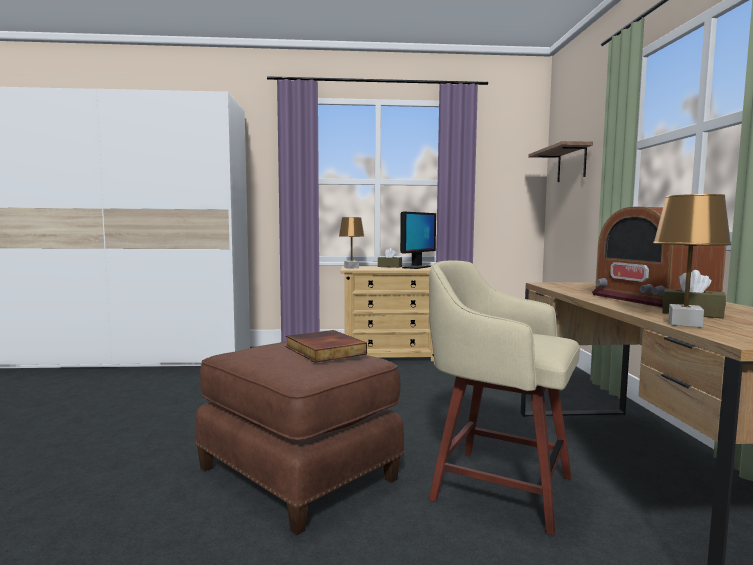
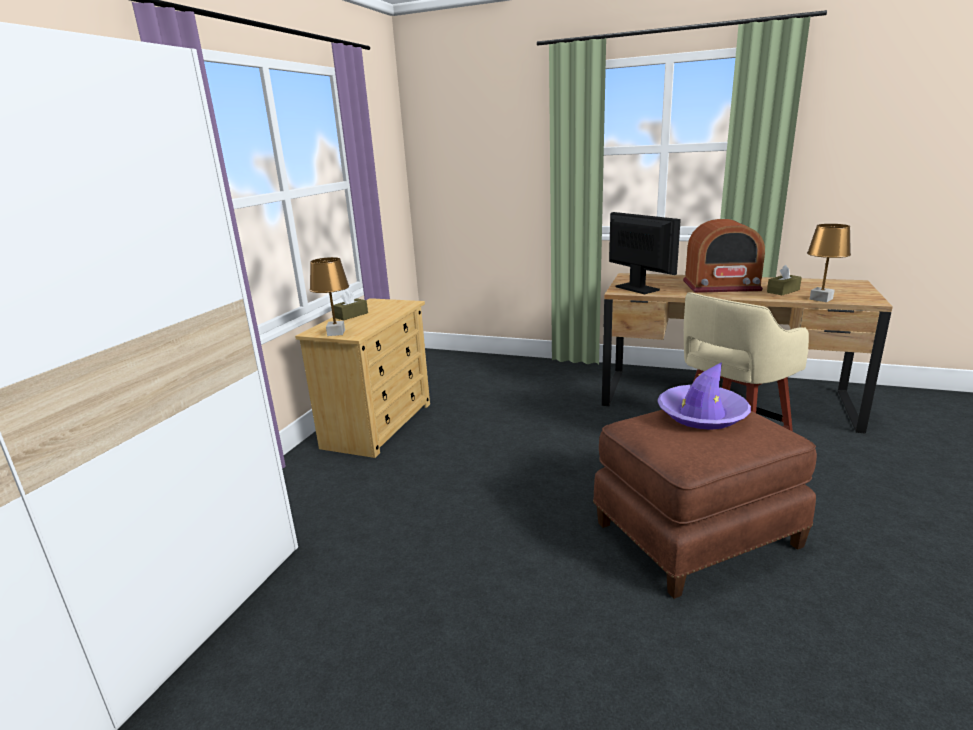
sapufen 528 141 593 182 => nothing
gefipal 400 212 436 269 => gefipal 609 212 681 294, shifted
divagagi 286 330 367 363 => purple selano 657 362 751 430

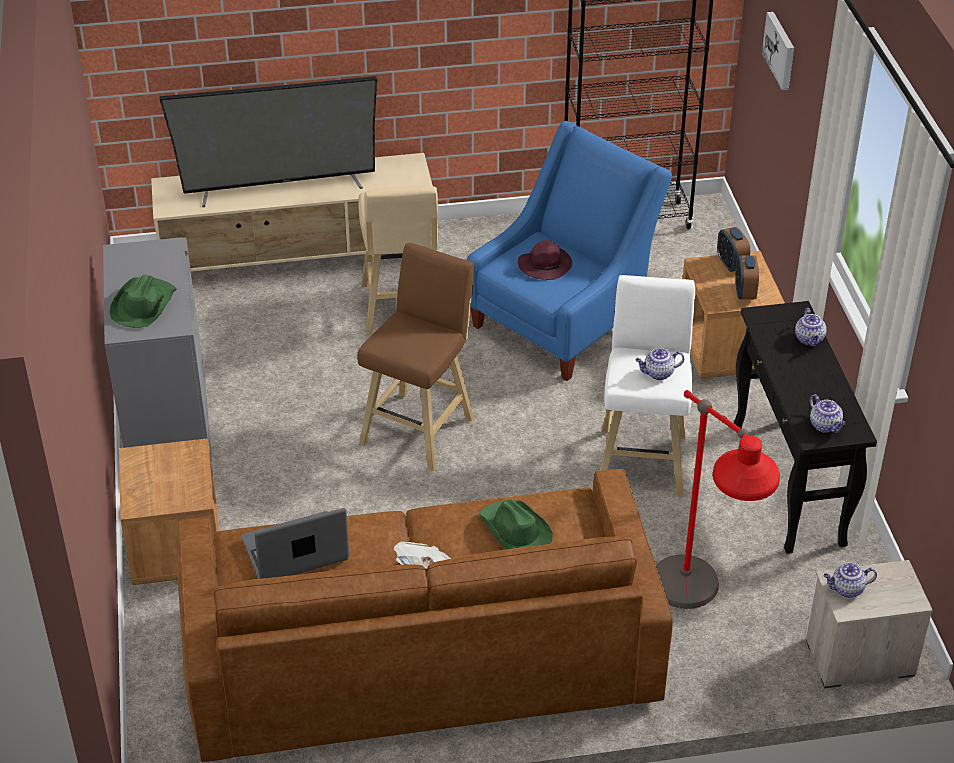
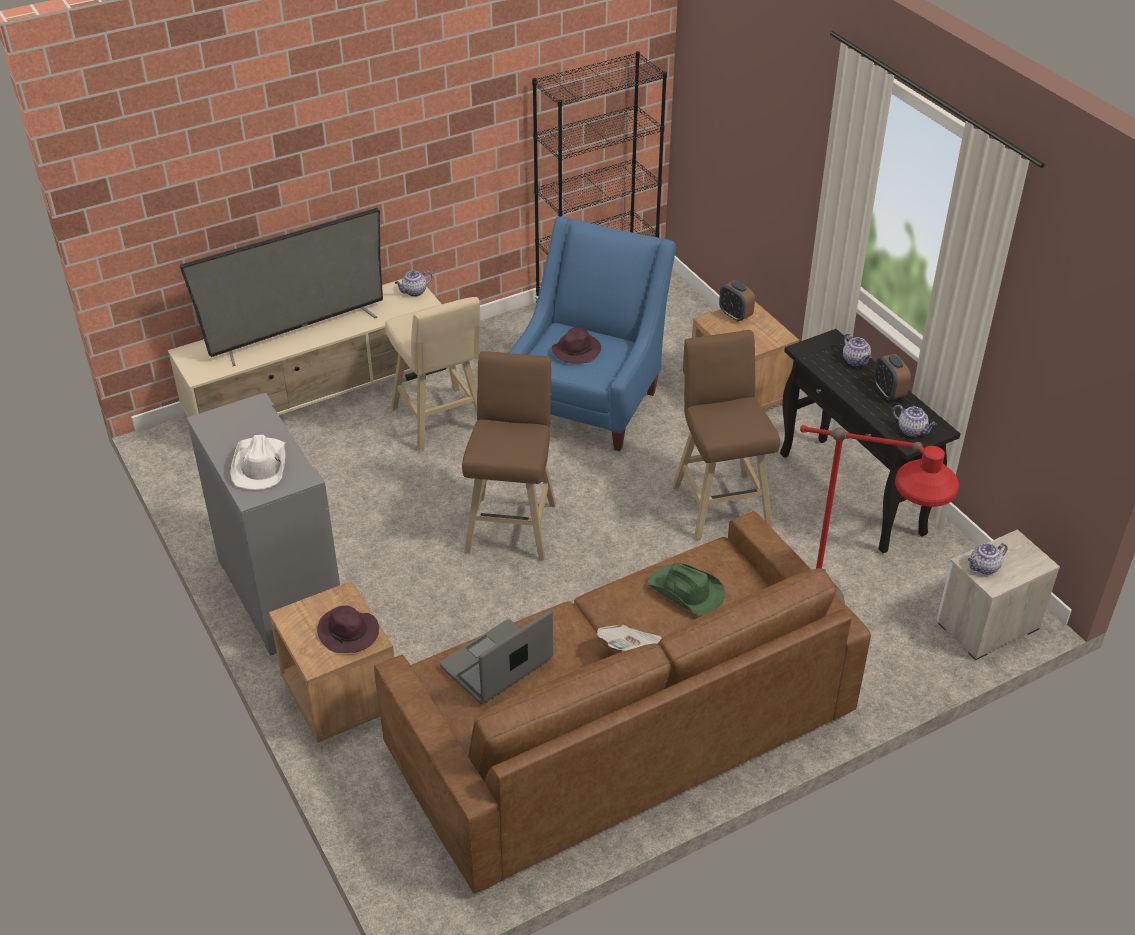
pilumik 762 12 794 90 => nothing
nothing => purple selano 317 605 379 653
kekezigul 636 348 684 380 => kekezigul 395 270 432 297, shifted
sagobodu 735 255 759 300 => sagobodu 874 354 911 400, shifted
green selano 109 275 177 328 => white selano 230 435 286 490
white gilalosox 600 275 695 497 => brown gilalosox 672 330 780 540

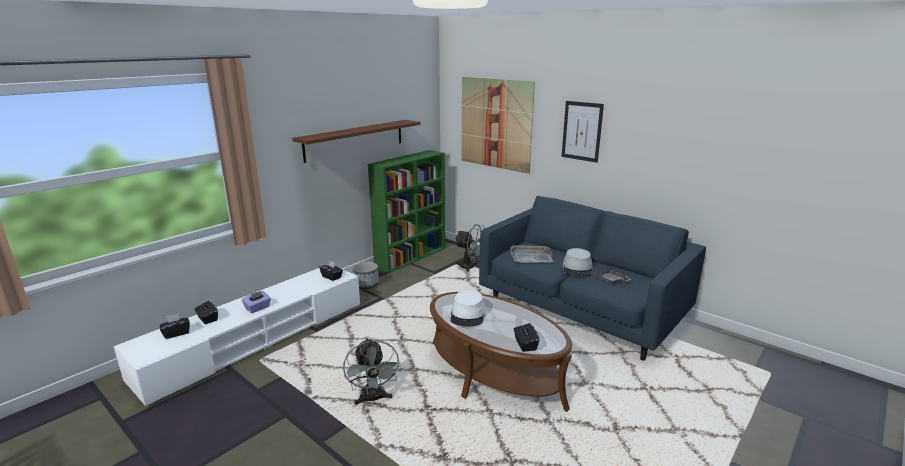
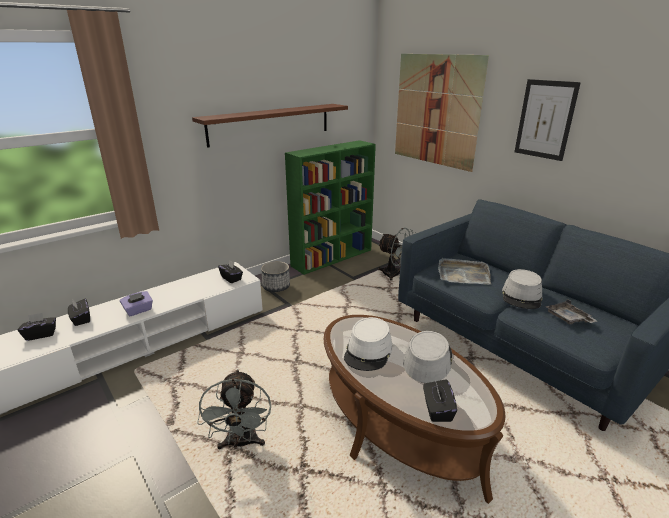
nothing => grey selano 403 331 452 383

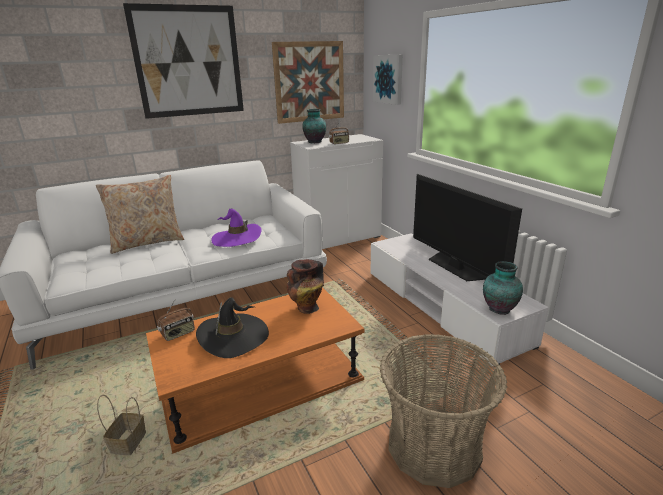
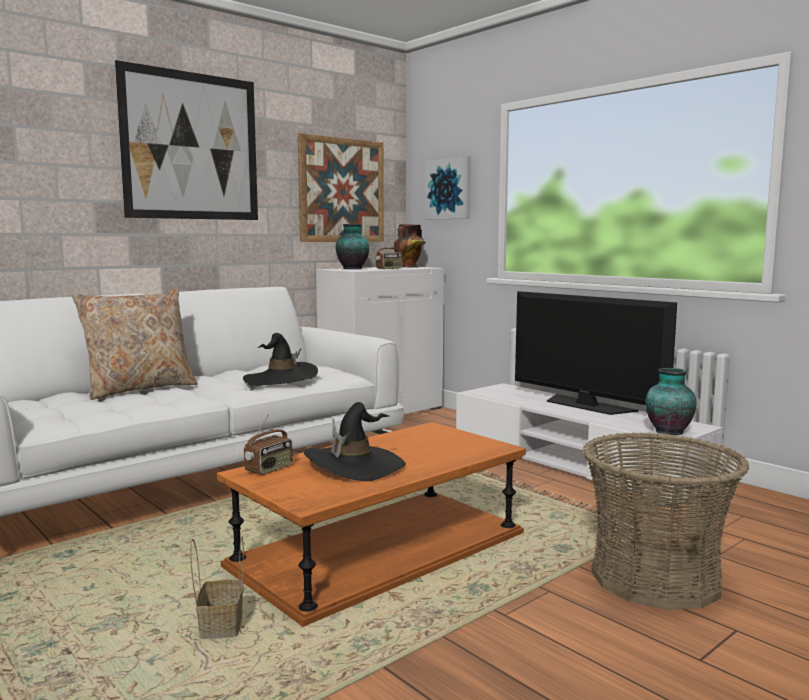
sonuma 287 259 324 314 => sonuma 394 224 426 268, shifted
purple selano 211 209 261 247 => black selano 243 333 318 386

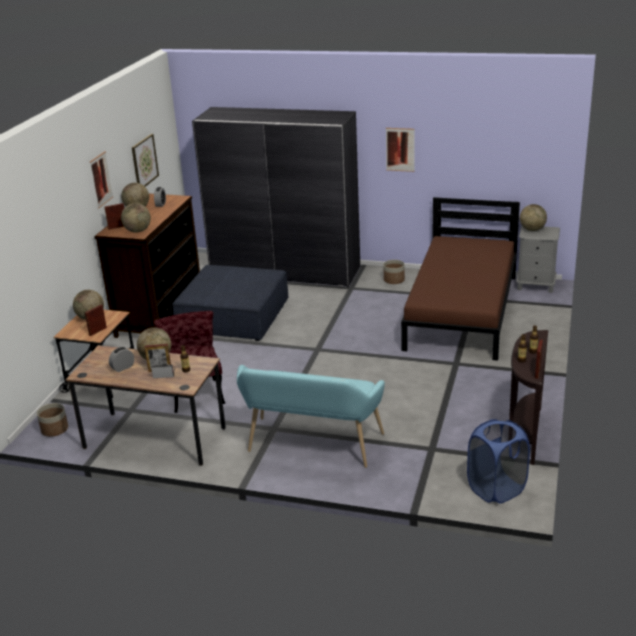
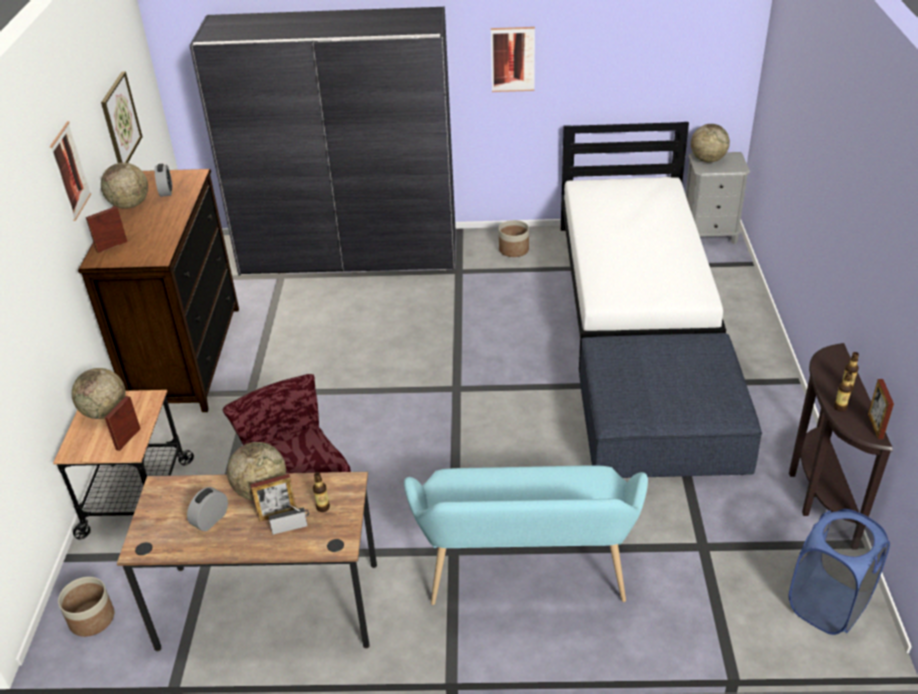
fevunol 121 203 151 233 => nothing
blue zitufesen 172 265 288 341 => blue zitufesen 579 333 762 478, shifted
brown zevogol 401 197 520 361 => white zevogol 561 122 726 371

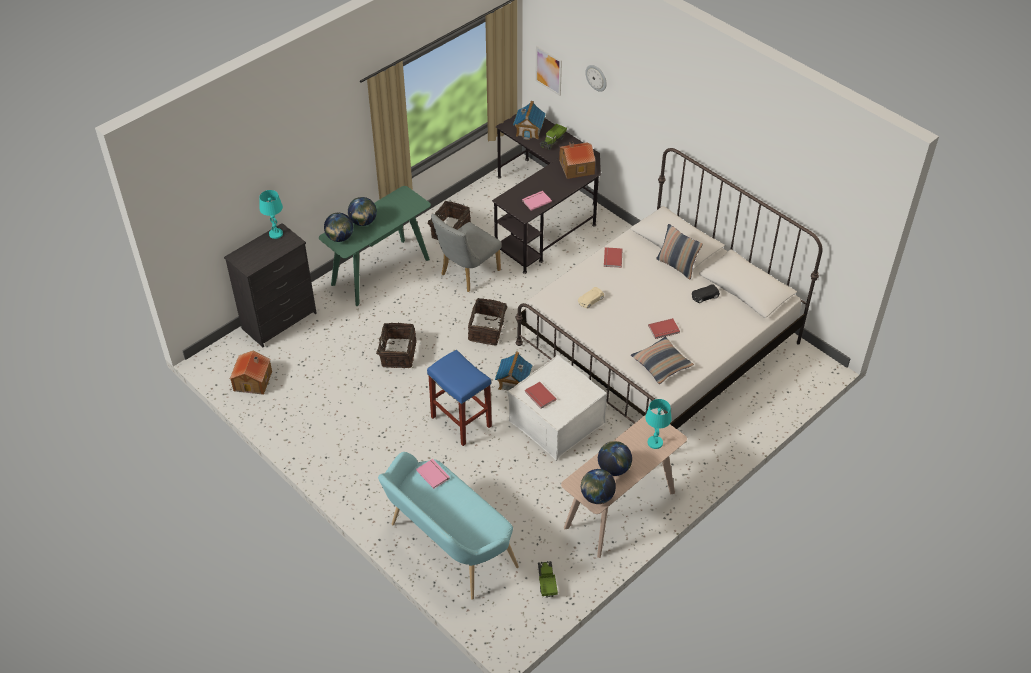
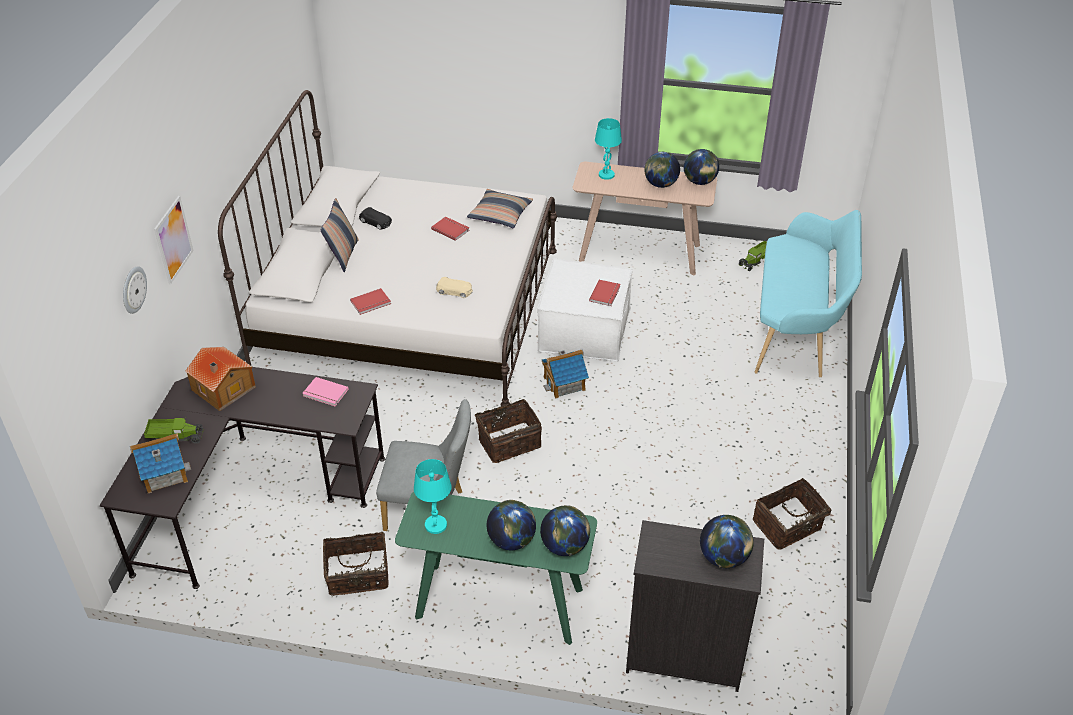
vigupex 230 351 272 395 => nothing
pink divagagi 416 459 450 489 => nothing
blue gilalosox 427 350 492 446 => nothing
nothing => fevunol 700 515 754 569
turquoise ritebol 260 190 283 239 => turquoise ritebol 414 459 452 534, shifted
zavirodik 376 323 417 368 => zavirodik 753 478 831 550, shifted
pilumik 535 46 562 96 => pilumik 154 196 194 285, shifted

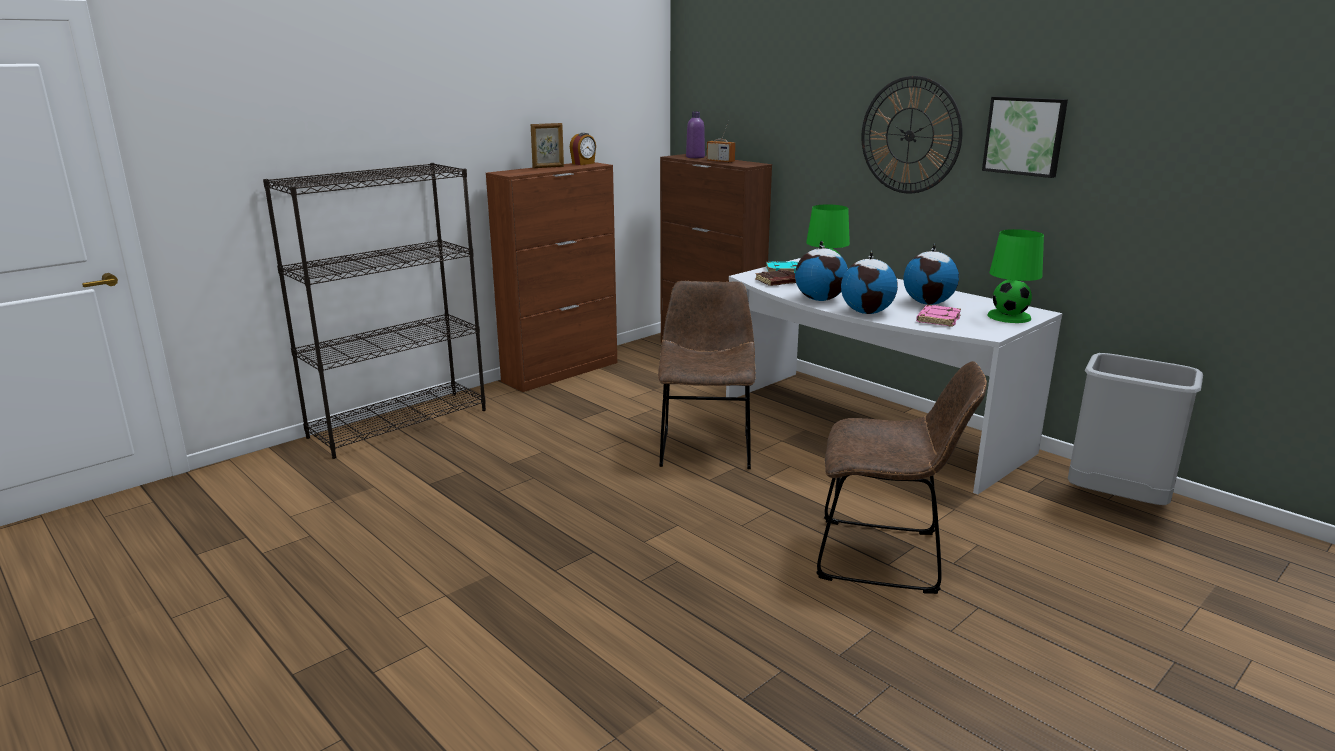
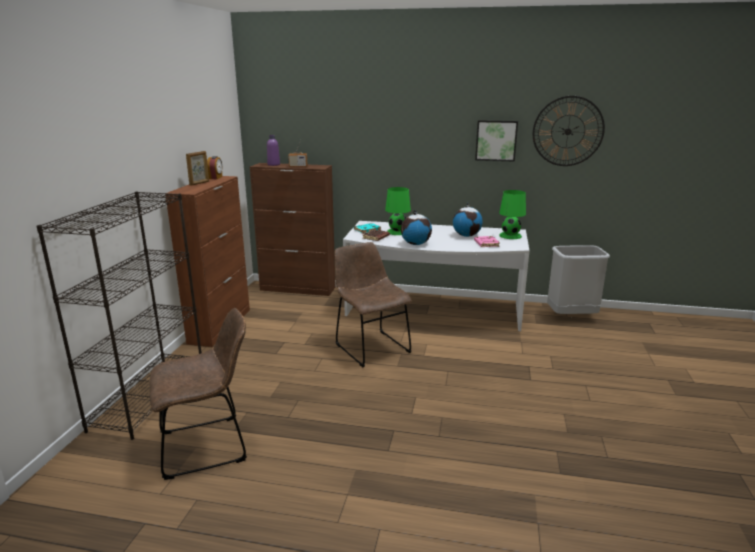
fevunol 841 251 898 314 => nothing
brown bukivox 817 361 987 594 => brown bukivox 149 308 247 480, shifted
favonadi 861 76 963 194 => favonadi 533 96 605 166, shifted

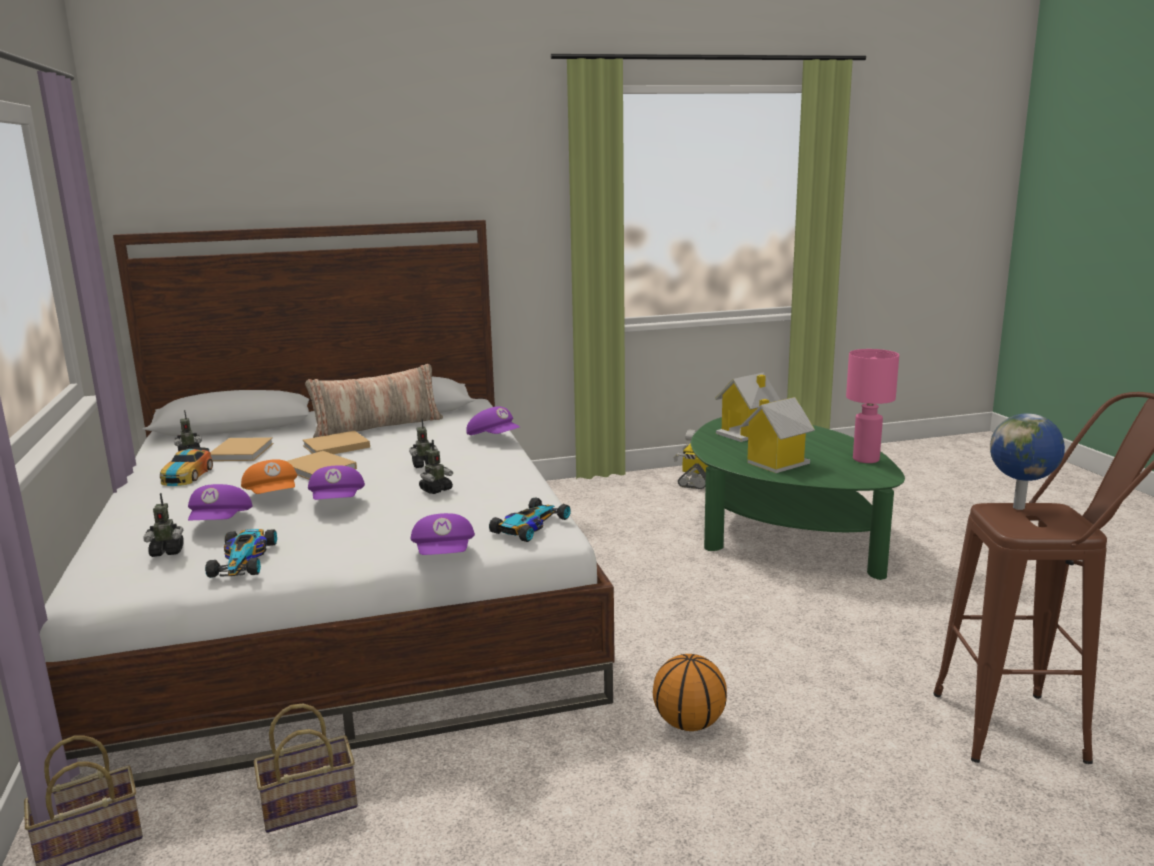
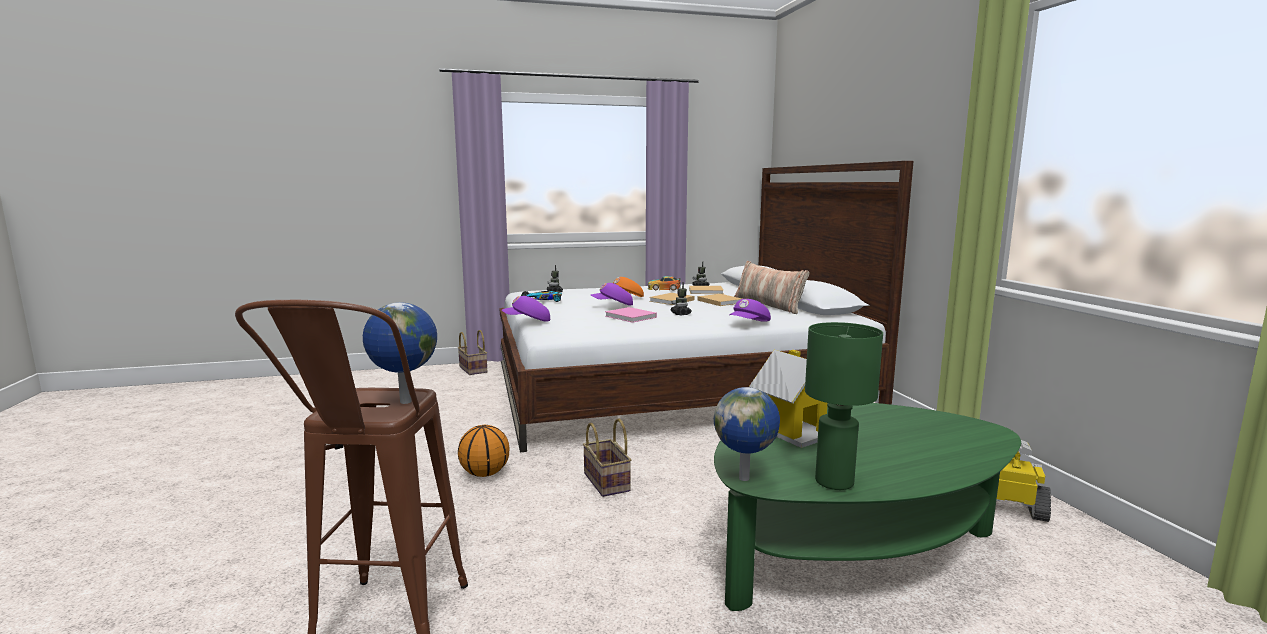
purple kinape 188 484 252 521 => nothing
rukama 489 497 571 542 => nothing
vigupex 715 372 780 442 => nothing
nothing => fevunol 714 387 780 481
zavirodik 254 703 358 833 => zavirodik 583 418 631 497, shifted
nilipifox 419 440 453 494 => pink divagagi 605 307 657 323
pink ritebol 846 349 899 463 => green ritebol 805 322 883 490

